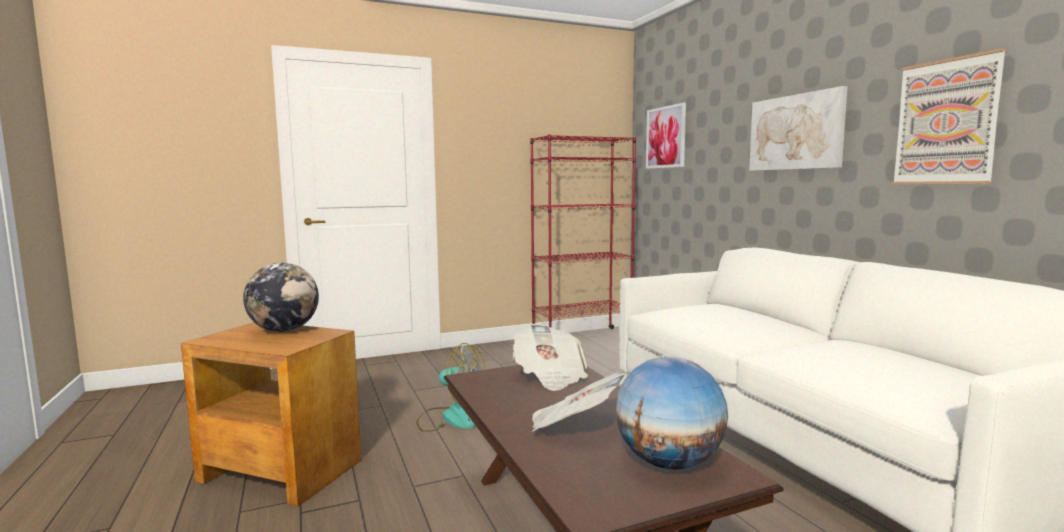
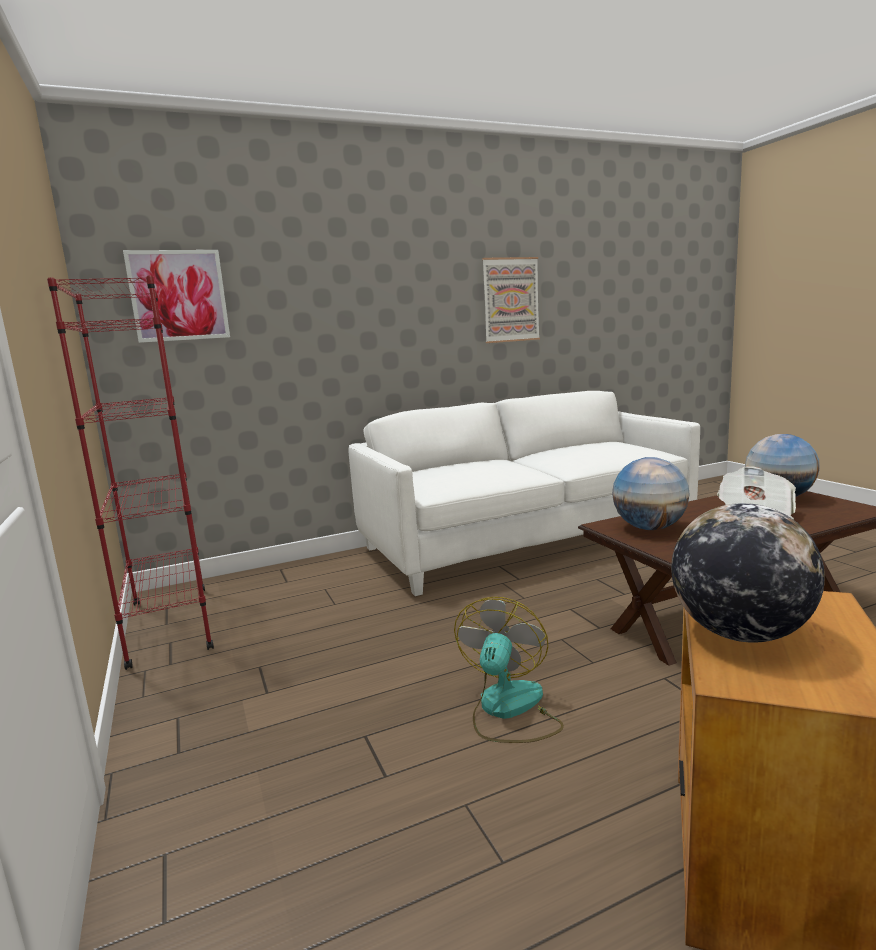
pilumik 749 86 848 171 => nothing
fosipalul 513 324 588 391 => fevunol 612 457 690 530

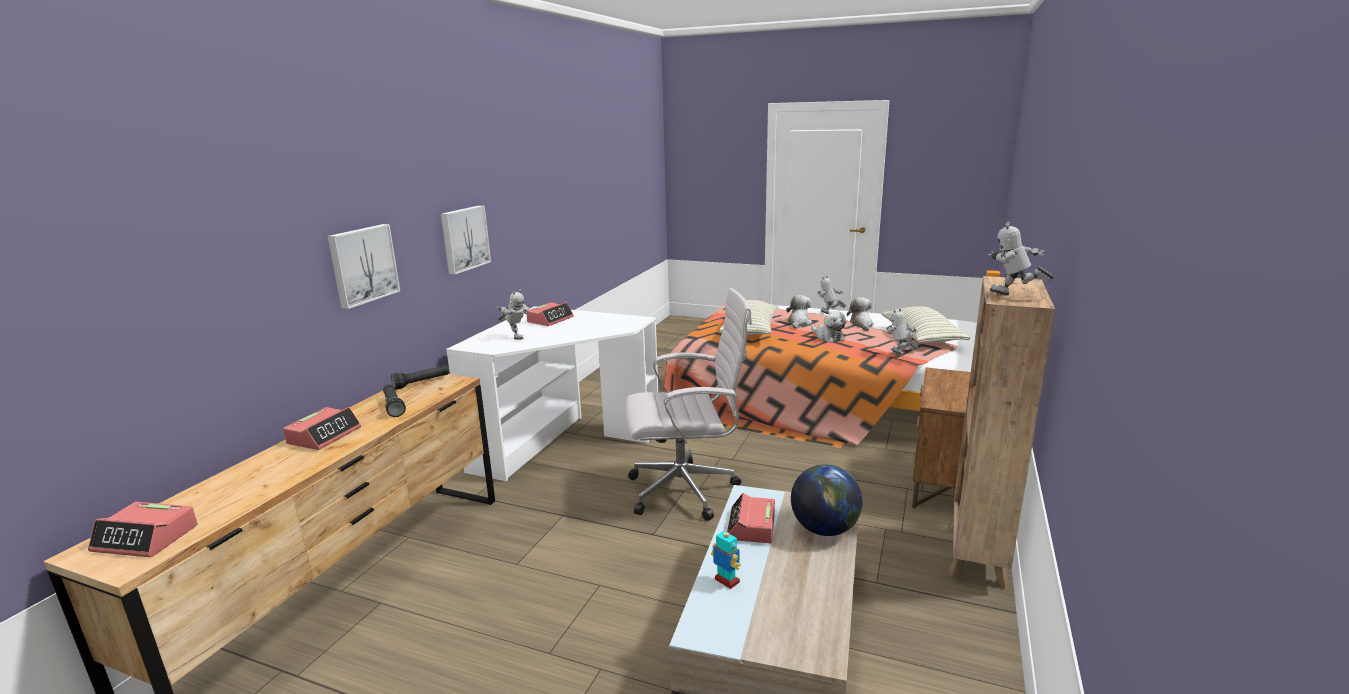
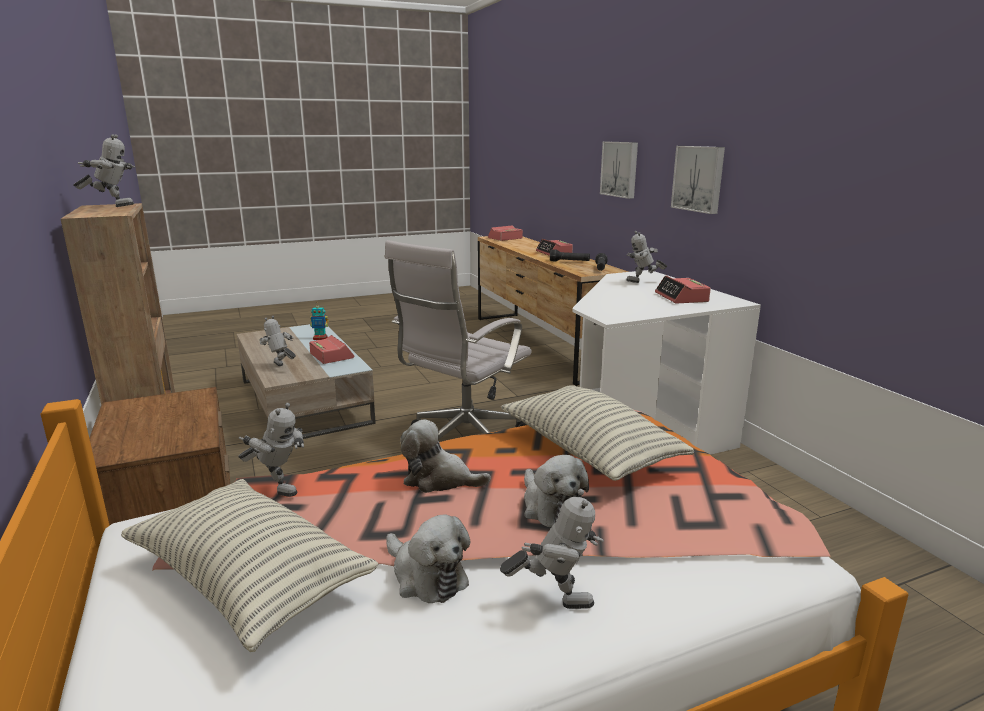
fevunol 791 464 862 536 => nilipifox 260 316 296 366

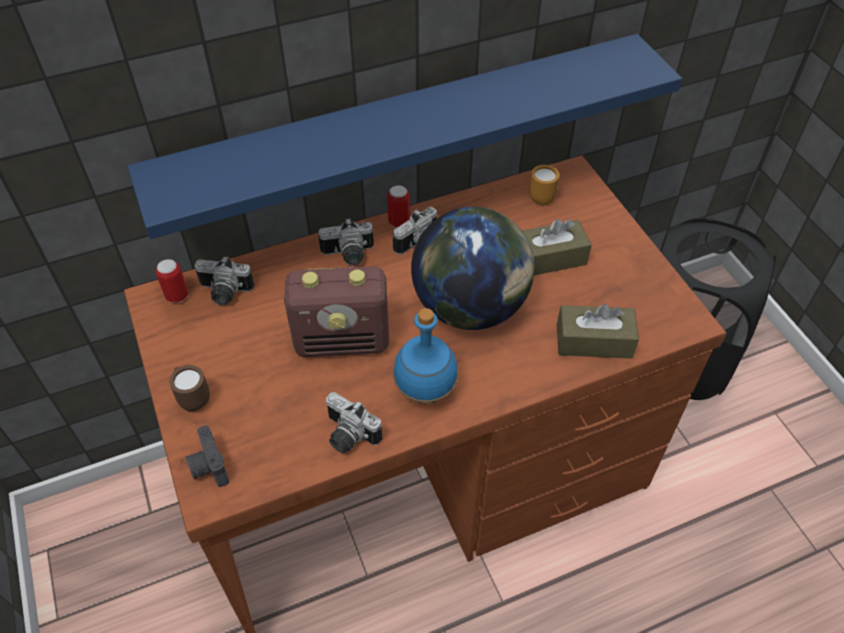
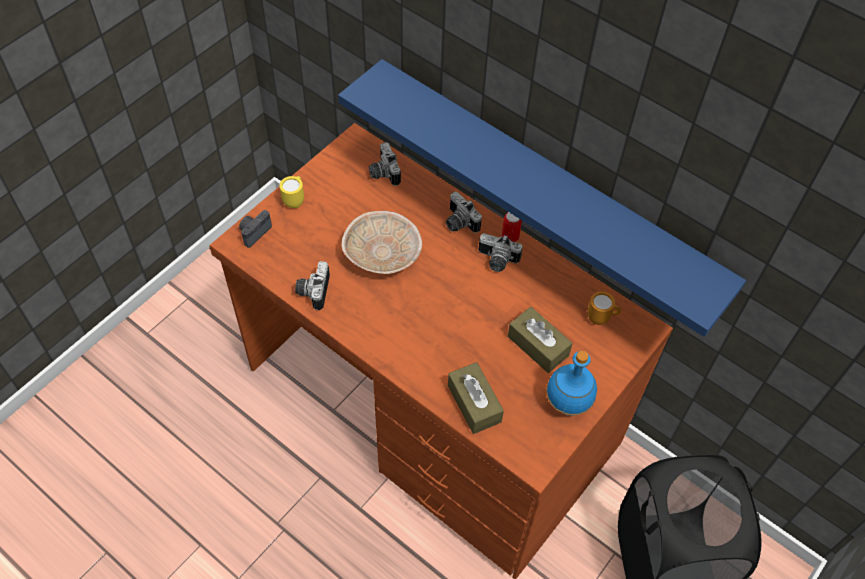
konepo 156 259 188 303 => nothing
fevunol 411 207 535 330 => nothing
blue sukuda 393 308 458 404 => blue sukuda 546 351 597 416, shifted
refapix 284 266 389 357 => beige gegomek 341 211 422 274
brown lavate 169 365 210 412 => yellow lavate 279 176 304 208

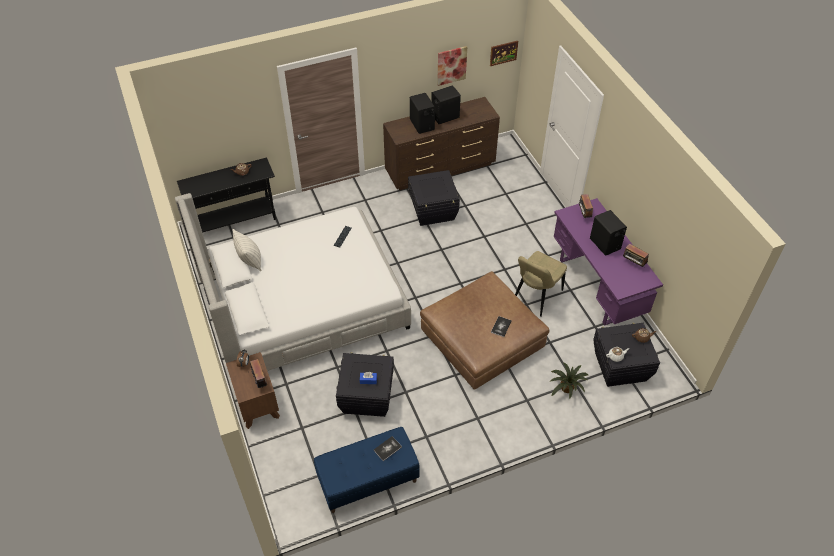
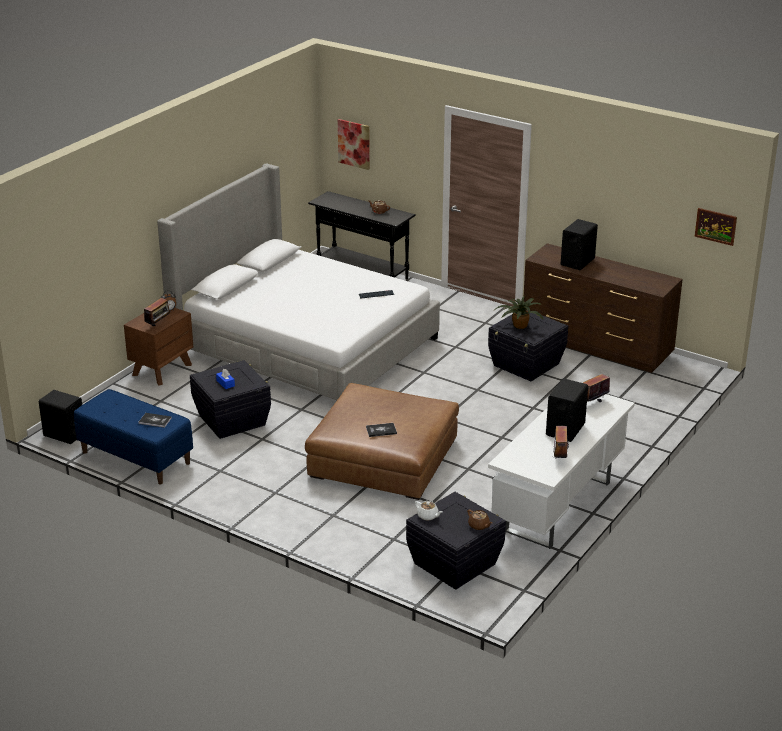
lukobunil 232 229 262 271 => nothing
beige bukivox 515 251 567 317 => nothing
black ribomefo 431 85 461 124 => black ribomefo 39 390 82 444, shifted
pilumik 437 46 467 86 => pilumik 338 119 370 170, shifted
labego 549 362 588 398 => labego 496 295 543 329, shifted
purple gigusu 554 198 663 326 => white gigusu 488 394 635 549

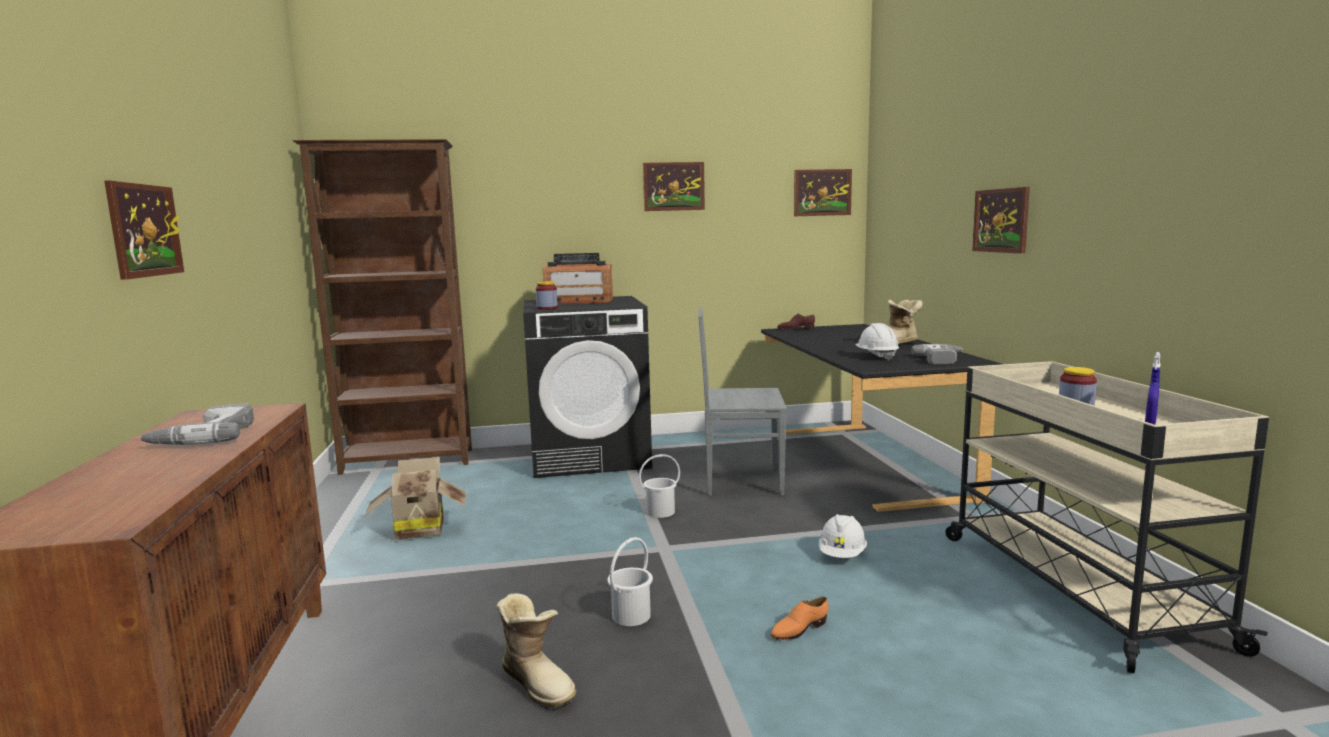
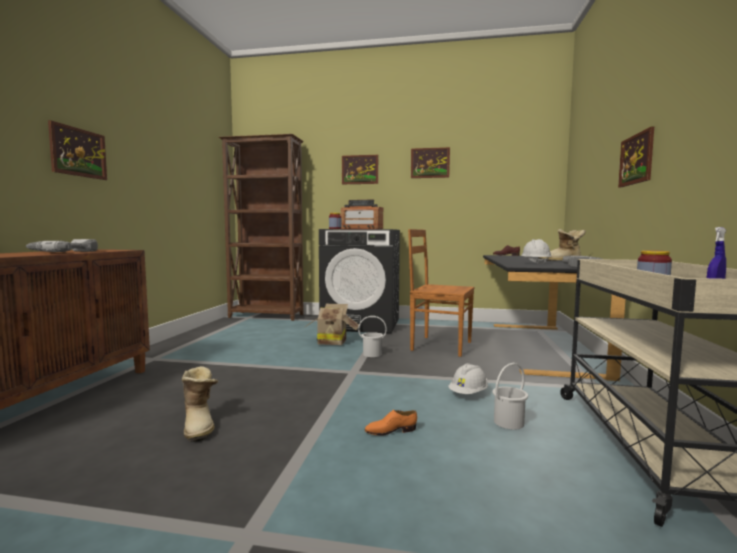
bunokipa 364 457 466 540 => bunokipa 304 304 359 345, shifted
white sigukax 607 537 653 626 => white sigukax 492 362 528 430, shifted
pilumik 794 169 852 216 => pilumik 342 155 378 184, shifted
grey bukivox 698 306 787 496 => brown bukivox 408 229 474 357

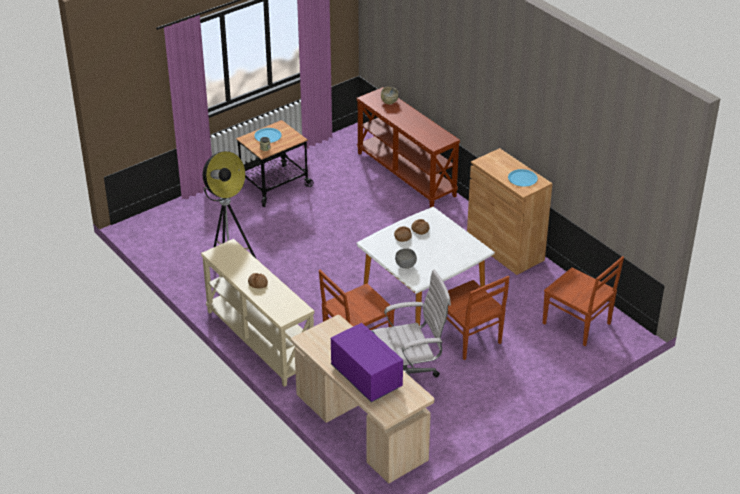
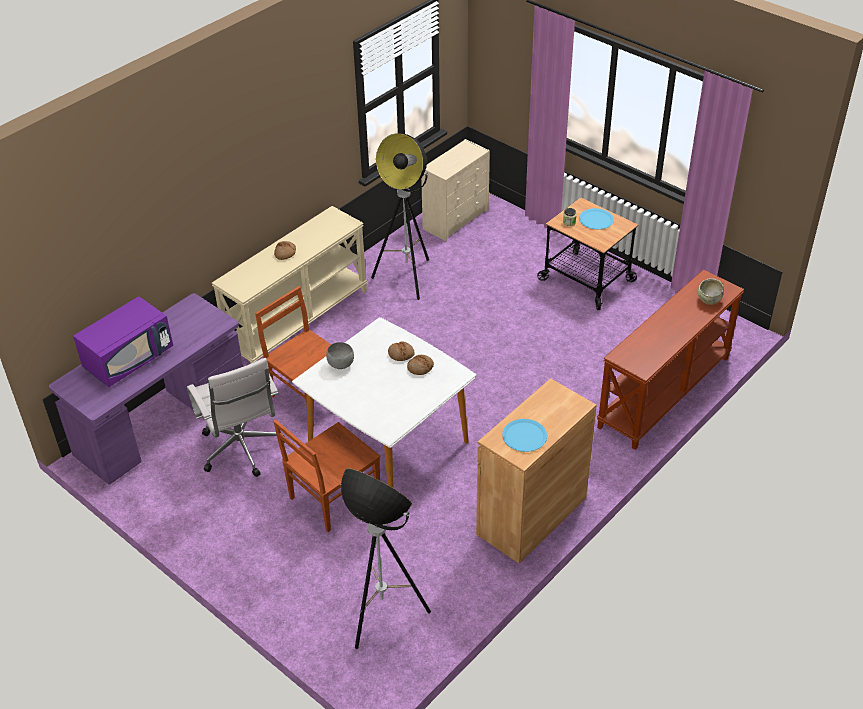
nothing => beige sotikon 421 139 490 242
brown bukivox 543 256 624 346 => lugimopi 340 468 431 649
beige gigusu 291 315 434 484 => purple gigusu 49 293 243 484

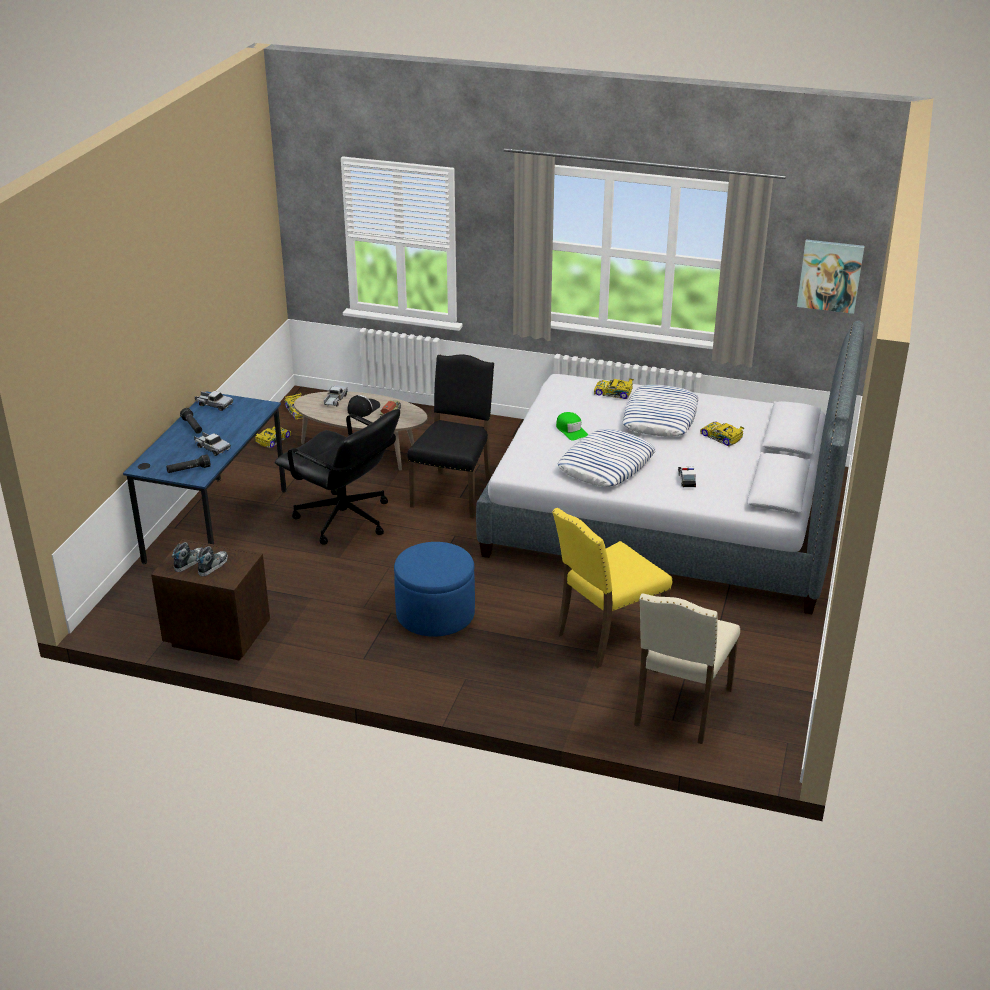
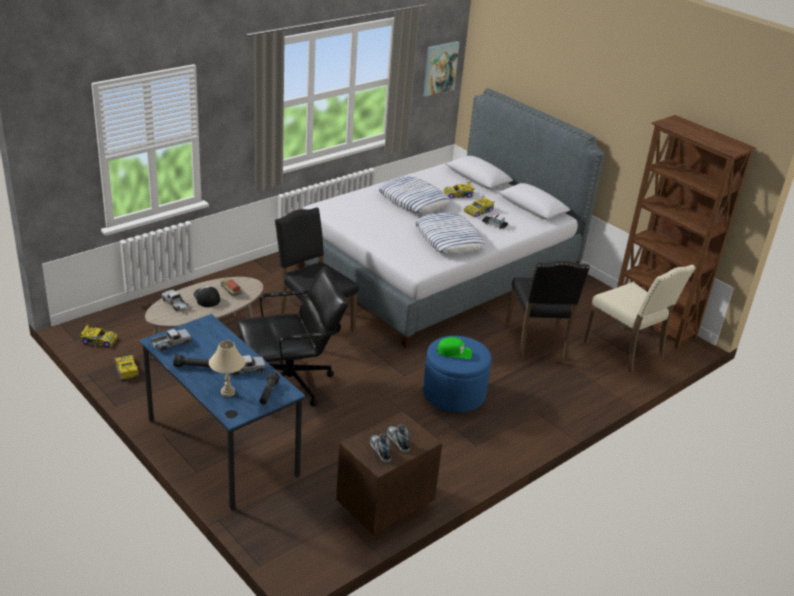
nothing => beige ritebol 209 341 246 397
nothing => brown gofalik 617 115 757 350
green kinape 556 412 588 440 => green kinape 437 337 472 359, shifted
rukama 594 378 634 399 => rukama 464 196 495 218, shifted
yellow bukivox 552 508 672 668 => black bukivox 506 261 590 360

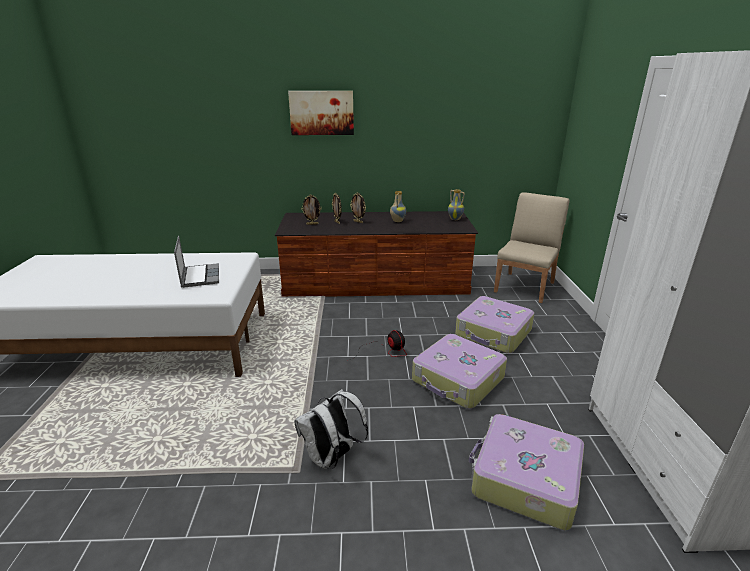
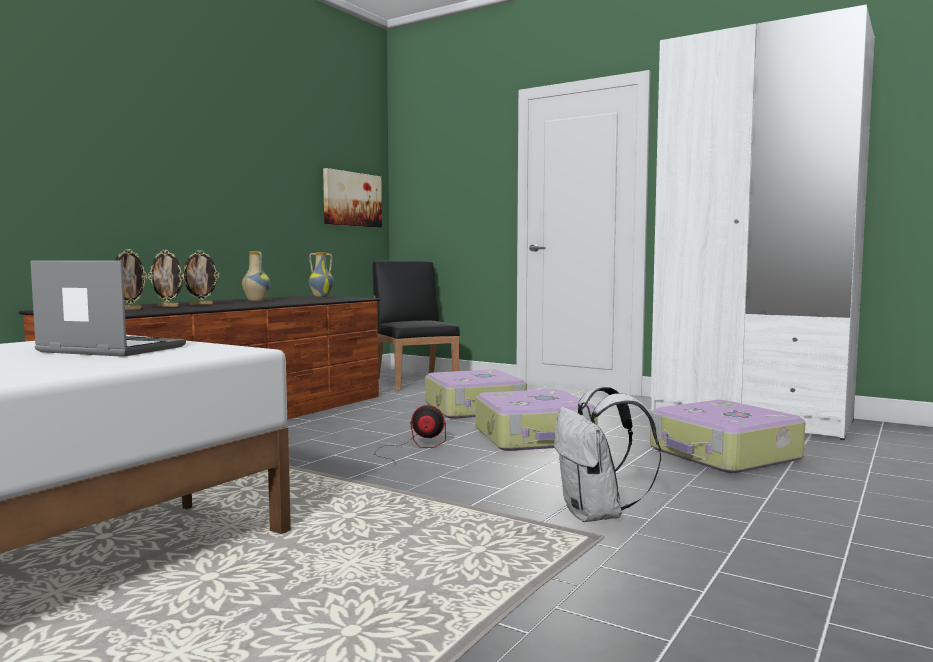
pilumik 288 91 354 135 => pilumik 323 168 382 227, shifted
beige bukivox 494 192 570 303 => black bukivox 372 260 460 391

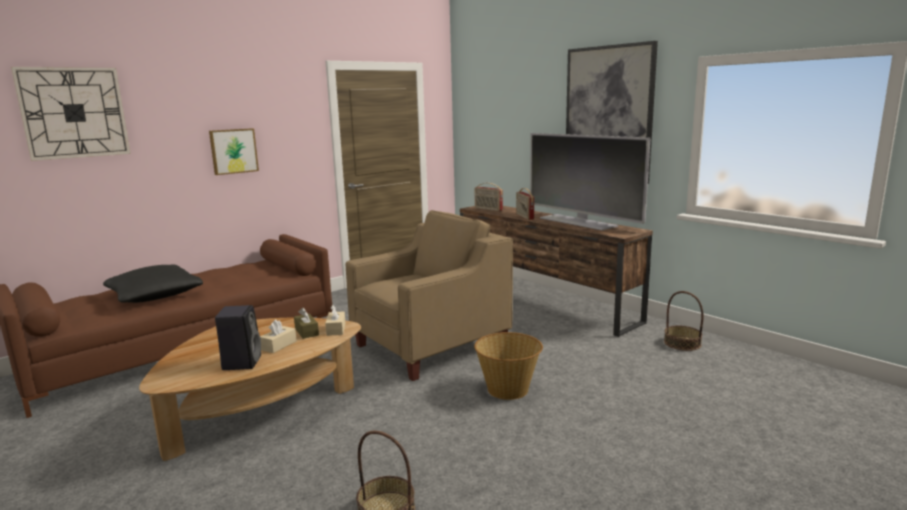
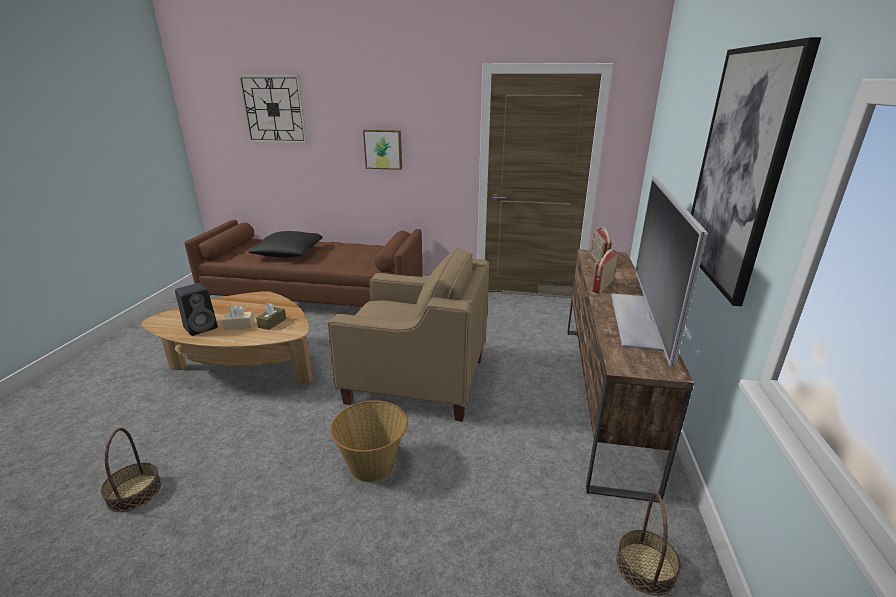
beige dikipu 325 305 345 336 => nothing

